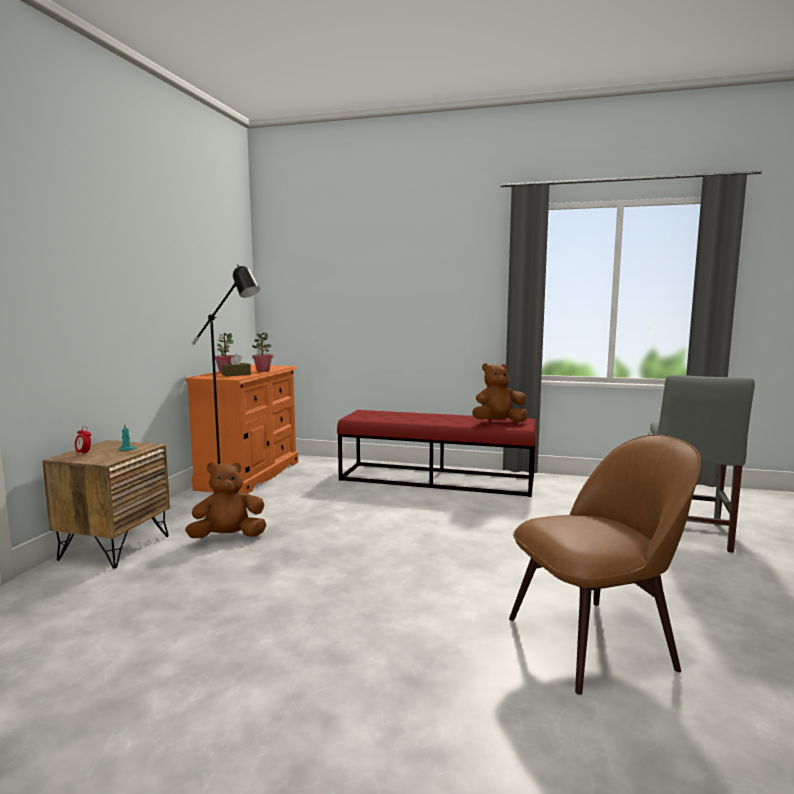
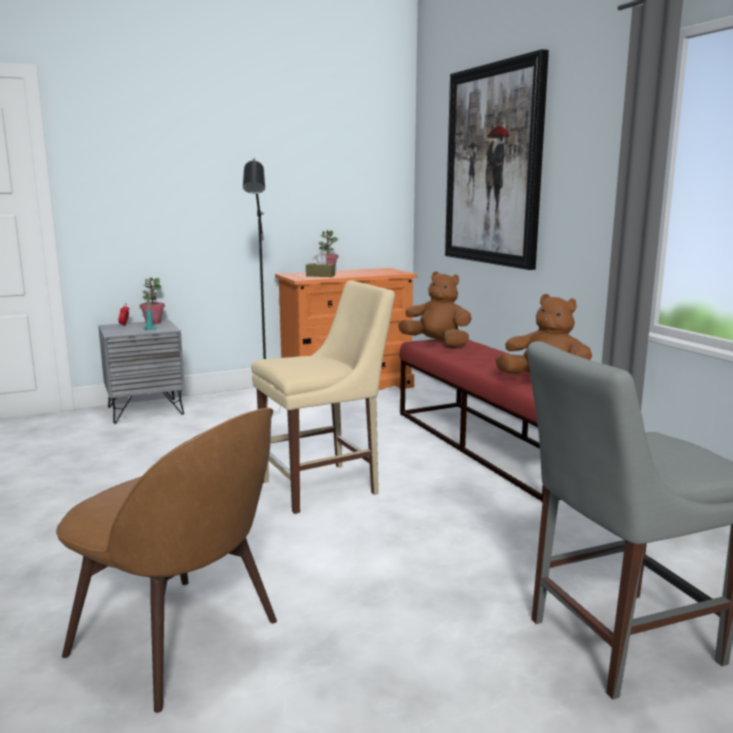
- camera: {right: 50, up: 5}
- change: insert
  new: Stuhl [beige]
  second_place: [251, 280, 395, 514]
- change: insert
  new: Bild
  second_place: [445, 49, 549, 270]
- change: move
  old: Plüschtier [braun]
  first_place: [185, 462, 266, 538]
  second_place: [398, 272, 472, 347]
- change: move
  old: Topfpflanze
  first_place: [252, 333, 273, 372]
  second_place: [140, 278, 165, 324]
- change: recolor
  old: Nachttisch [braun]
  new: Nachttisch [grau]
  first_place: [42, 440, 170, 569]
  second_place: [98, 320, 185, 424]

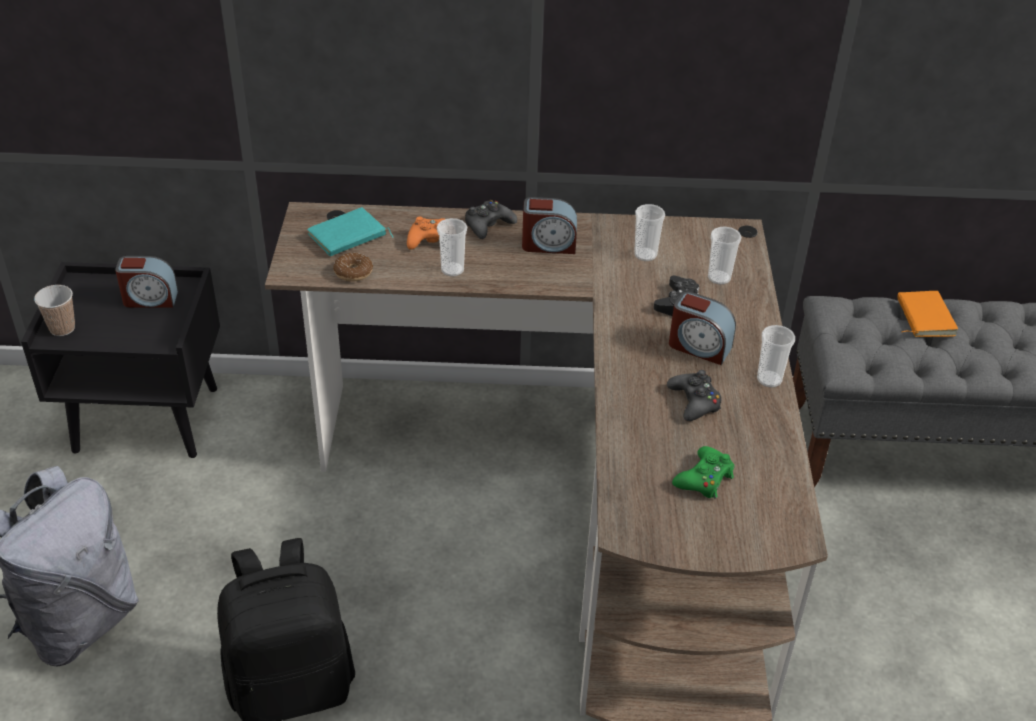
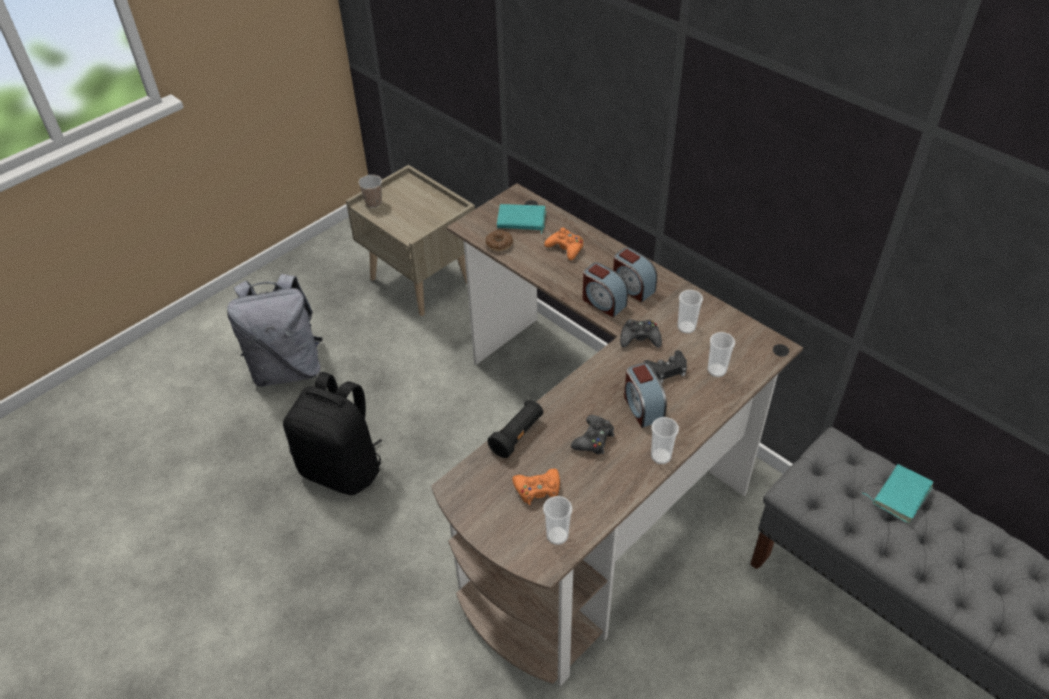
- camera: {right: 45, up: 5}
- change: insert
  new: Taschenlampe [schwarz]
  second_place: [488, 400, 543, 458]
- change: move
  old: Wecker
  first_place: [115, 256, 178, 308]
  second_place: [582, 262, 628, 318]
- change: move
  old: Tasse
  first_place: [437, 218, 467, 276]
  second_place: [543, 496, 572, 545]
- change: move
  old: Gamepad [schwarz]
  first_place: [465, 200, 517, 239]
  second_place: [620, 319, 662, 348]
- change: recolor
  old: Nachttisch [schwarz]
  new: Nachttisch [beige]
  first_place: [21, 262, 220, 458]
  second_place: [346, 165, 475, 316]
- change: recolor
  old: Gamepad [grün]
  new: Gamepad [orange]
  first_place: [672, 446, 734, 499]
  second_place: [512, 469, 560, 505]
- change: recolor
  old: Buch [orange]
  new: Buch [türkis]
  first_place: [897, 291, 958, 337]
  second_place: [862, 464, 933, 523]

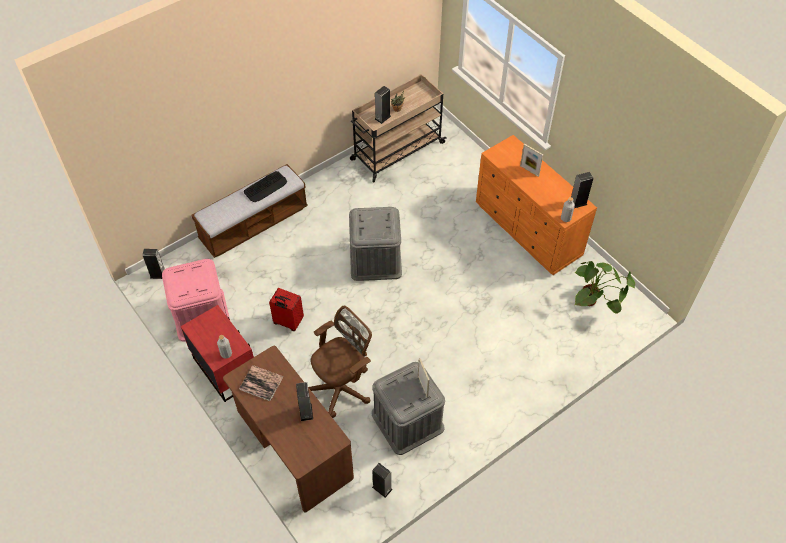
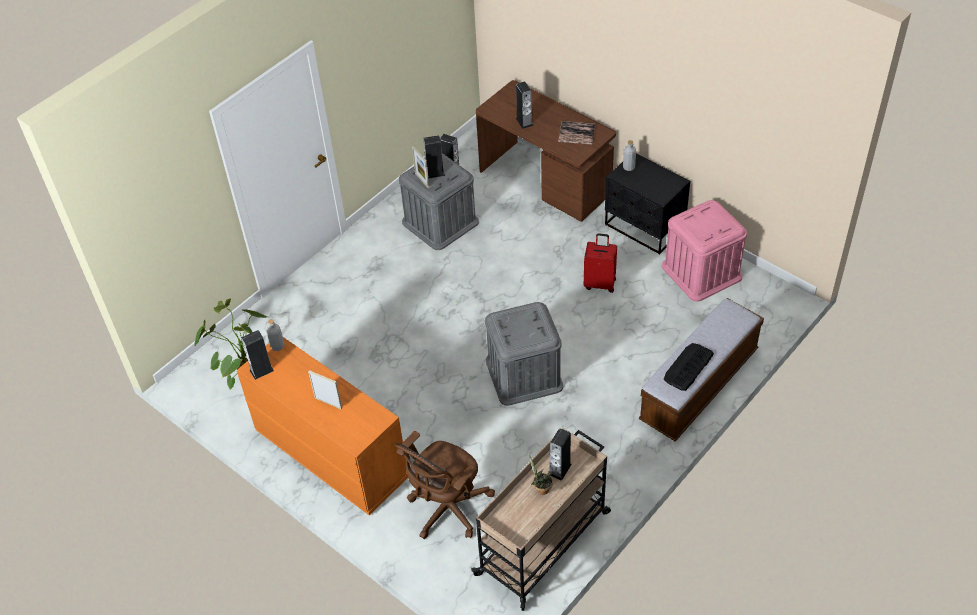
- camera: {right: 170, up: -5}
- change: move
  old: Lautsprecher
  first_place: [143, 249, 165, 279]
  second_place: [423, 135, 445, 179]
- change: move
  old: Bürostuhl [braun]
  first_place: [308, 306, 372, 418]
  second_place: [394, 431, 495, 539]
- change: recolor
  old: Nachttisch [rot]
  new: Nachttisch [schwarz]
  first_place: [180, 305, 254, 402]
  second_place: [605, 154, 690, 255]

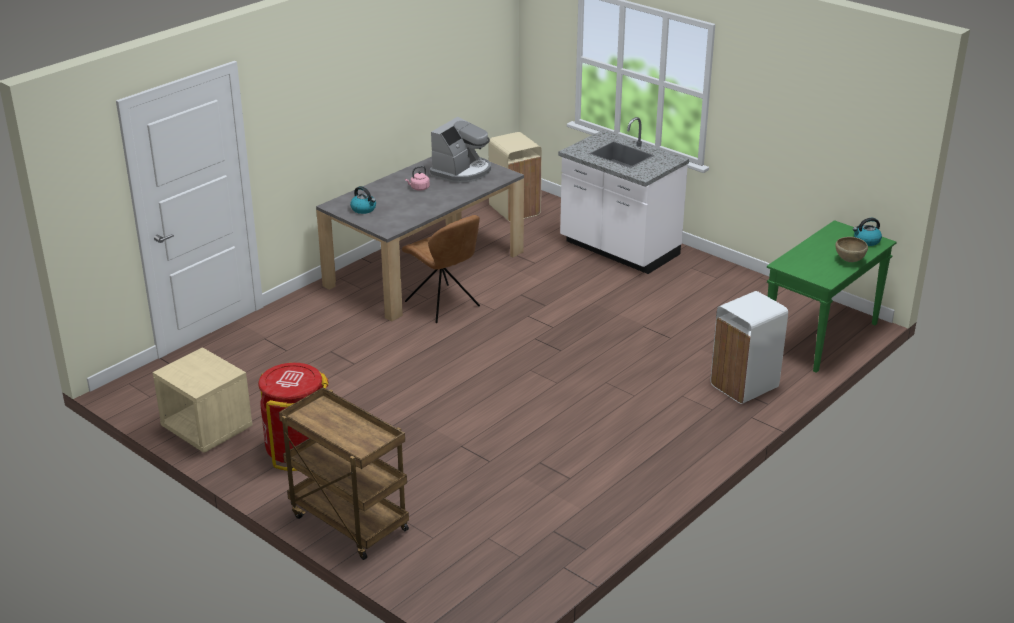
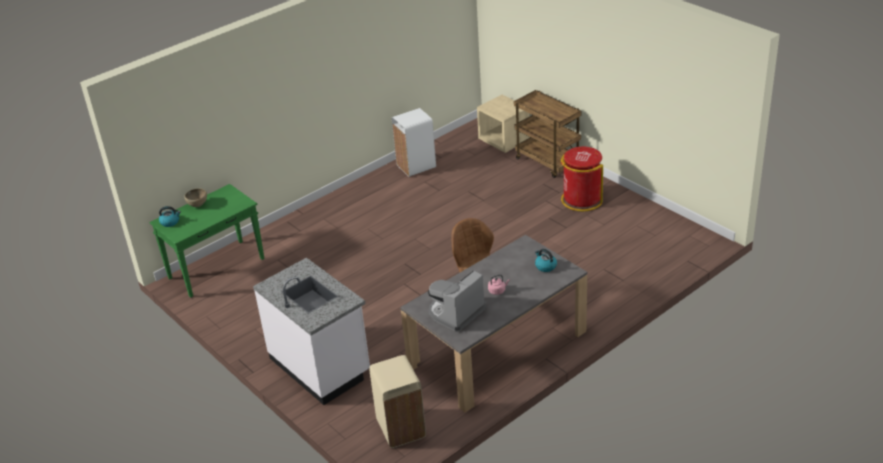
- camera: {right: -170, up: 5}
- change: move
  old: Nachttisch [beige]
  first_place: [153, 347, 253, 453]
  second_place: [477, 95, 530, 153]
- change: move
  old: Mülleimer [weiß]
  first_place: [710, 291, 788, 404]
  second_place: [392, 108, 436, 177]

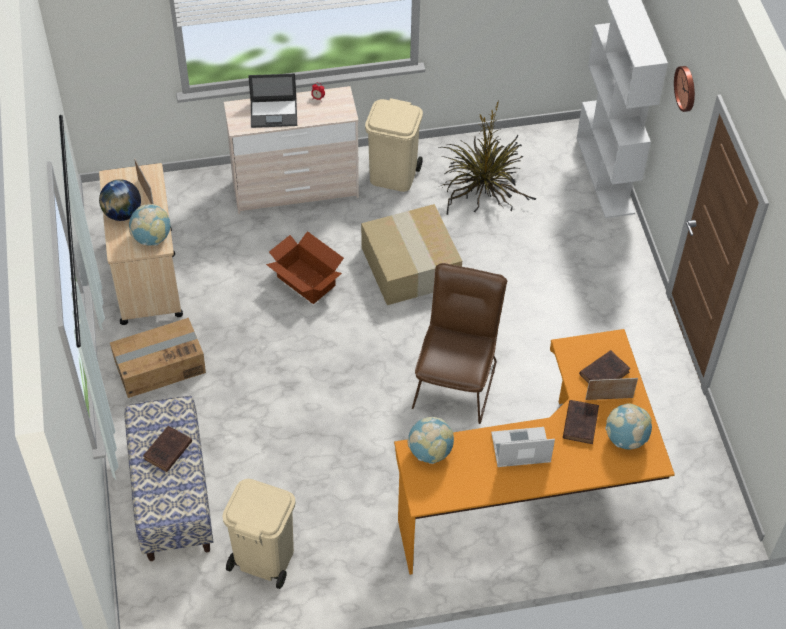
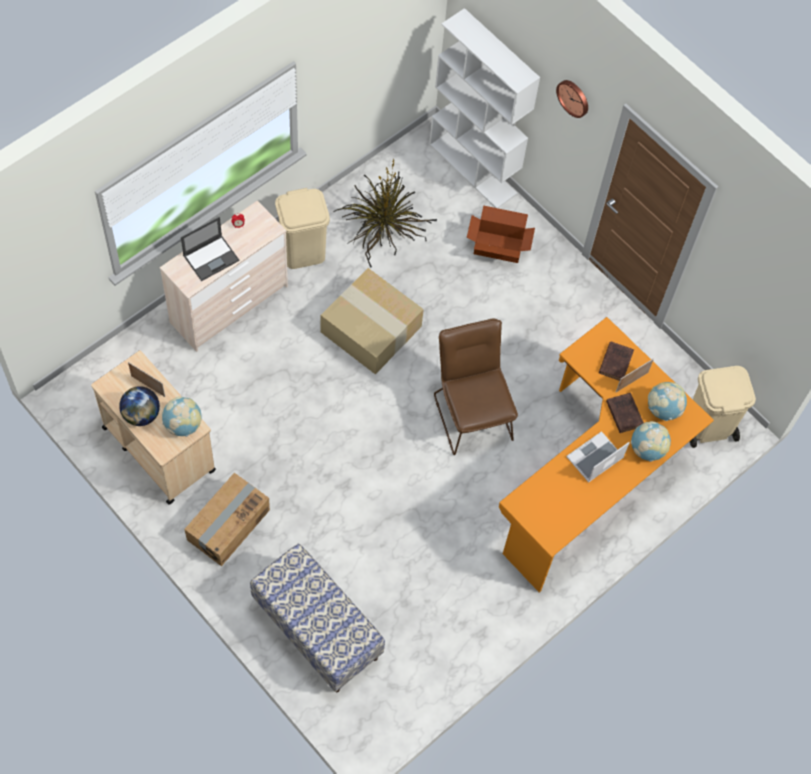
- camera: {right: -35, up: 10}
- change: delete
  old: Buch [braun]
  first_place: [143, 426, 192, 472]
- change: move
  old: Mülleimer [beige]
  first_place: [222, 479, 295, 589]
  second_place: [690, 366, 756, 448]
- change: move
  old: Karton
  first_place: [266, 231, 344, 304]
  second_place: [467, 205, 535, 263]
- change: move
  old: Globus
  first_place: [408, 417, 454, 464]
  second_place: [631, 421, 671, 462]

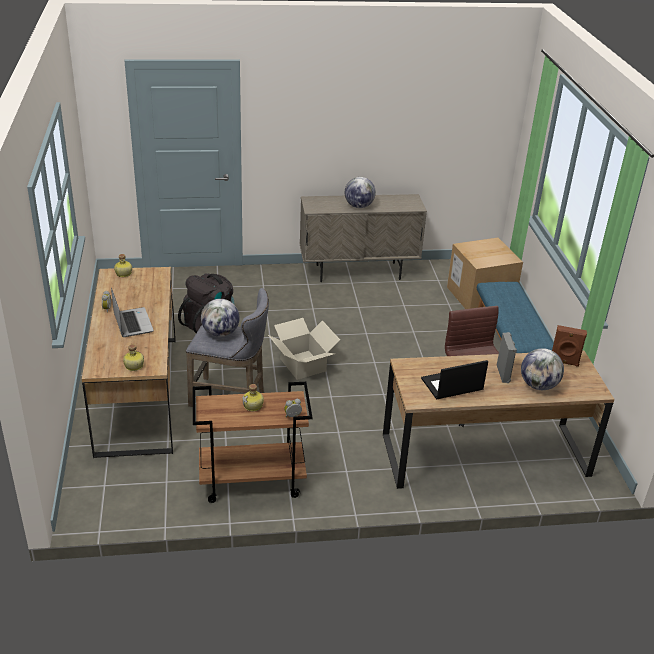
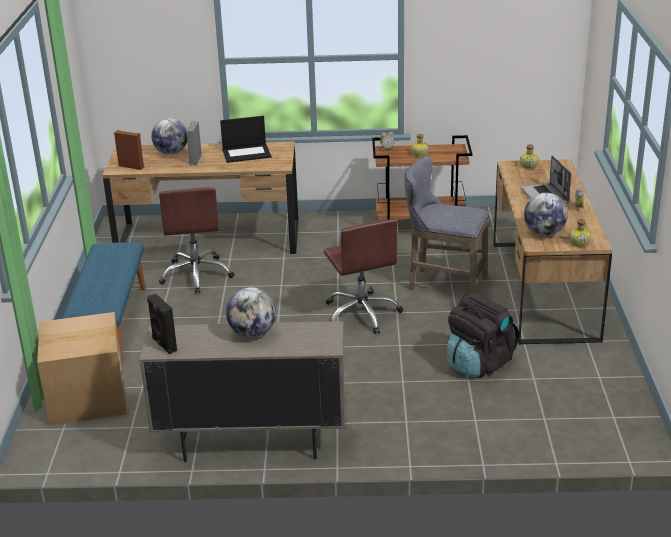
- camera: {right: -170, up: -5}
- change: insert
  new: Lautsprecher [schwarz]
  second_place: [147, 293, 177, 354]
- change: move
  old: Globus
  first_place: [201, 299, 240, 337]
  second_place: [524, 193, 568, 236]
- change: replace
  old: Karton
  new: Bürostuhl [braun]
  first_place: [268, 318, 340, 380]
  second_place: [324, 219, 403, 334]

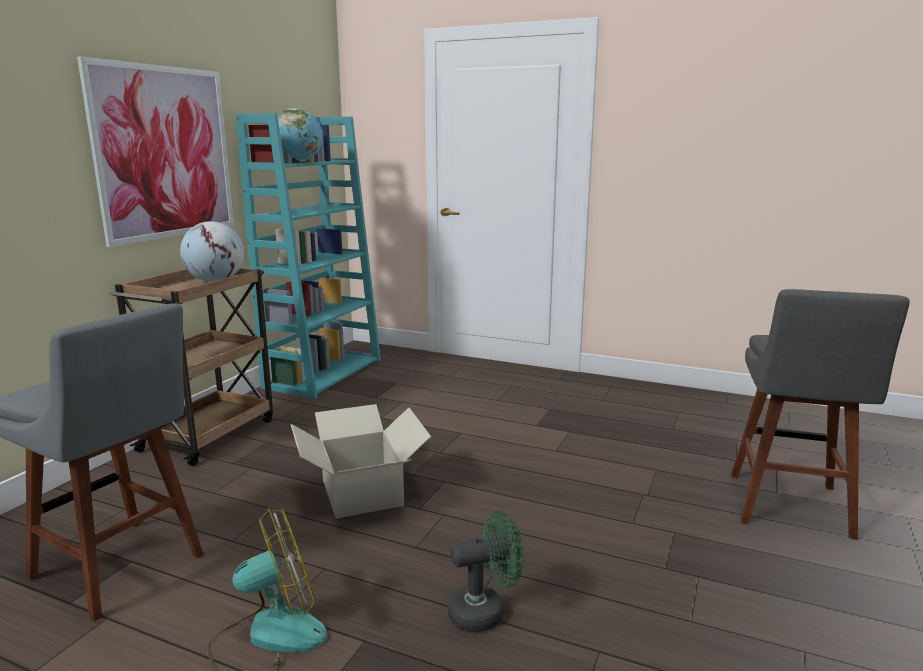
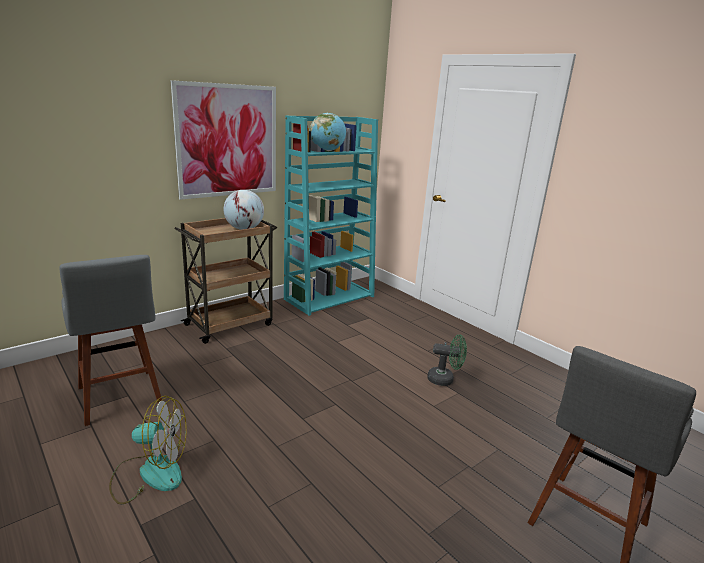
- camera: {right: 25, up: 5}
- change: delete
  old: Karton
  first_place: [290, 404, 431, 519]
- change: move
  old: Ventilator [grün]
  first_place: [448, 510, 524, 632]
  second_place: [427, 335, 467, 386]

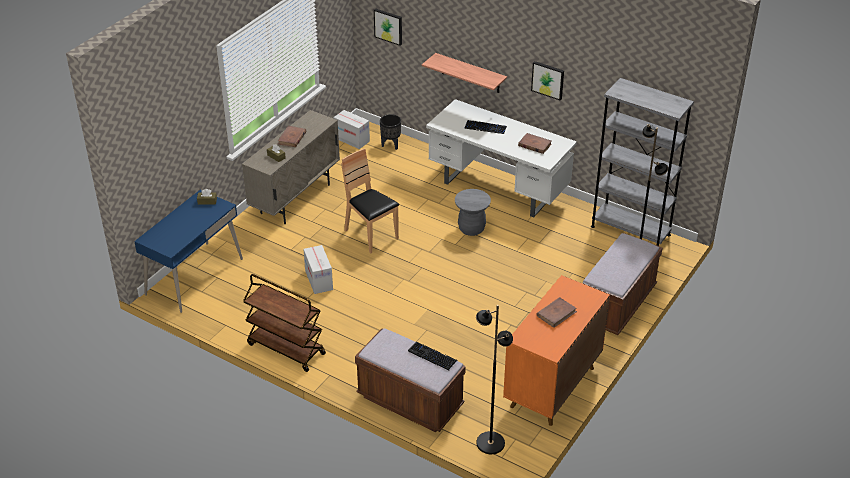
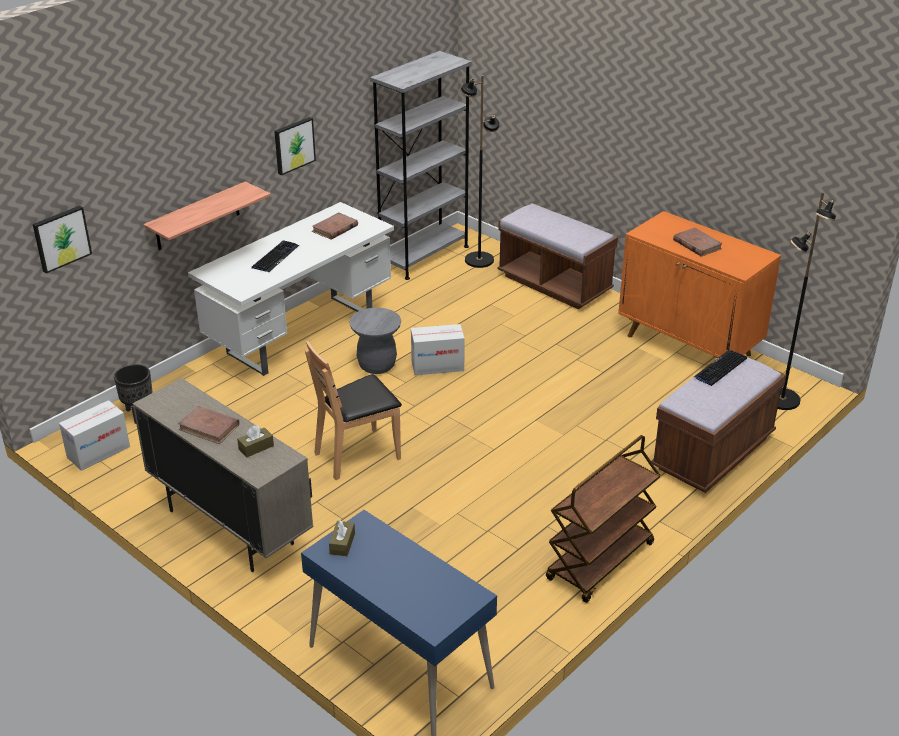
- camera: {right: -80, up: -5}
- change: move
  old: Karton
  first_place: [303, 245, 333, 294]
  second_place: [411, 324, 465, 375]

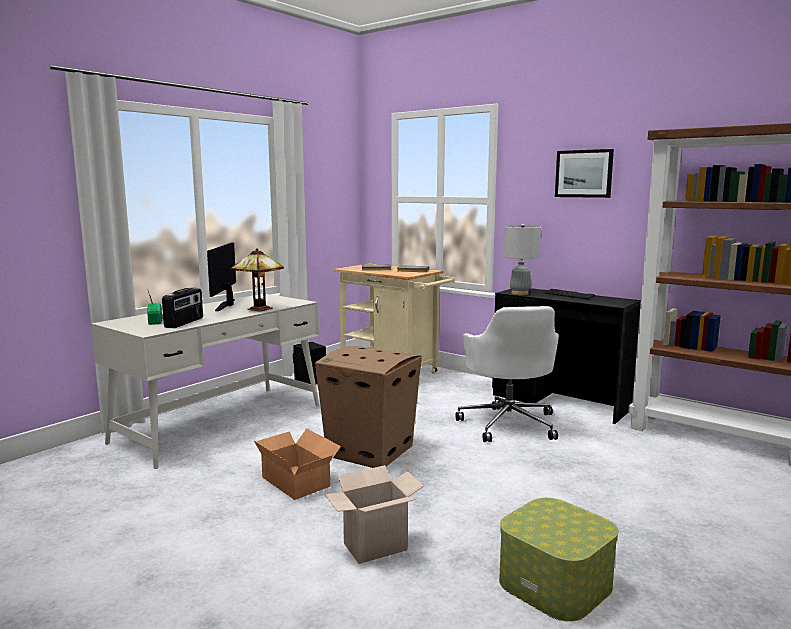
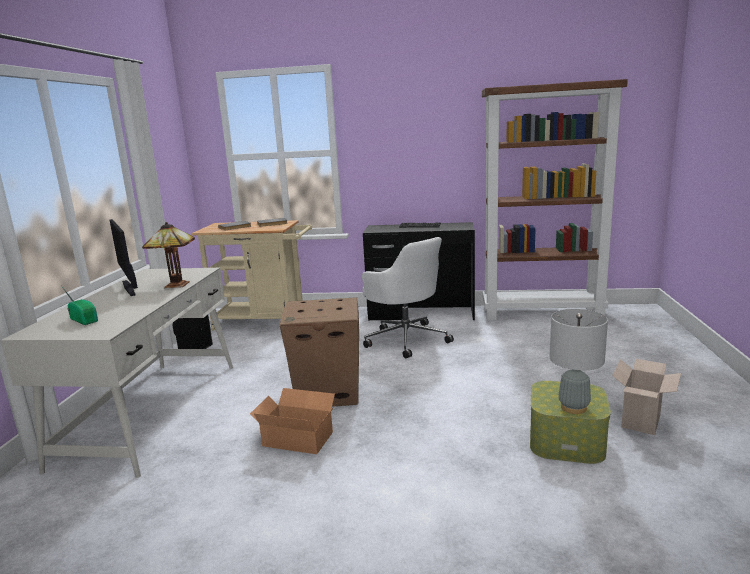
- camera: {right: -30, up: 5}
- change: delete
  old: Radio
  first_place: [162, 288, 203, 328]
- change: delete
  old: Bild
  first_place: [555, 149, 614, 198]
- change: move
  old: Karton
  first_place: [324, 465, 424, 564]
  second_place: [612, 359, 681, 435]
- change: move
  old: Tischlampe [grau]
  first_place: [504, 224, 541, 295]
  second_place: [550, 309, 608, 414]

